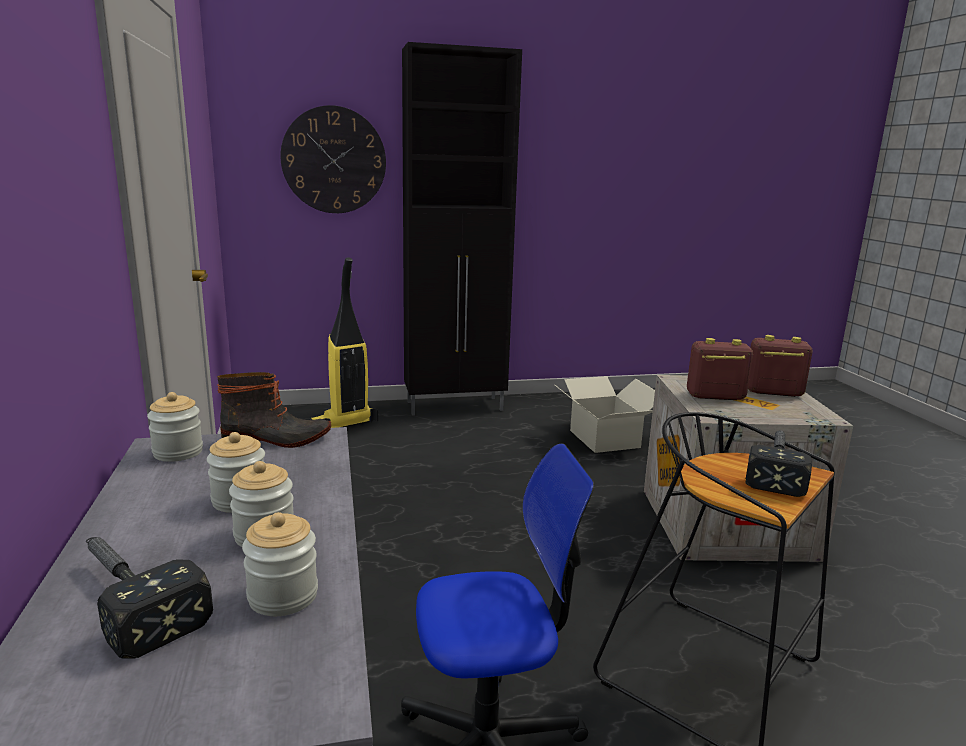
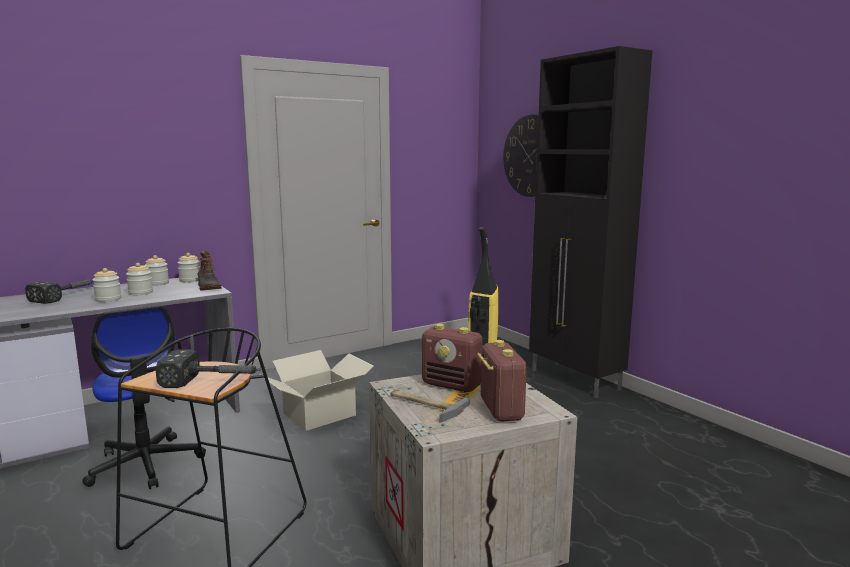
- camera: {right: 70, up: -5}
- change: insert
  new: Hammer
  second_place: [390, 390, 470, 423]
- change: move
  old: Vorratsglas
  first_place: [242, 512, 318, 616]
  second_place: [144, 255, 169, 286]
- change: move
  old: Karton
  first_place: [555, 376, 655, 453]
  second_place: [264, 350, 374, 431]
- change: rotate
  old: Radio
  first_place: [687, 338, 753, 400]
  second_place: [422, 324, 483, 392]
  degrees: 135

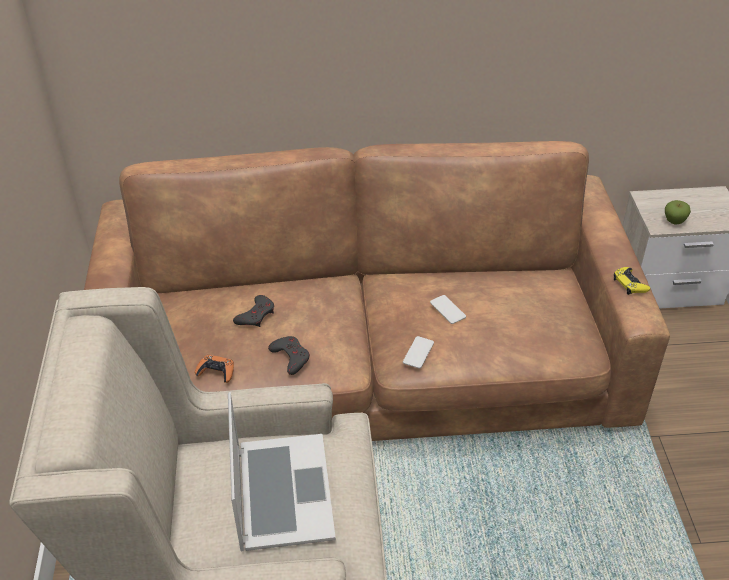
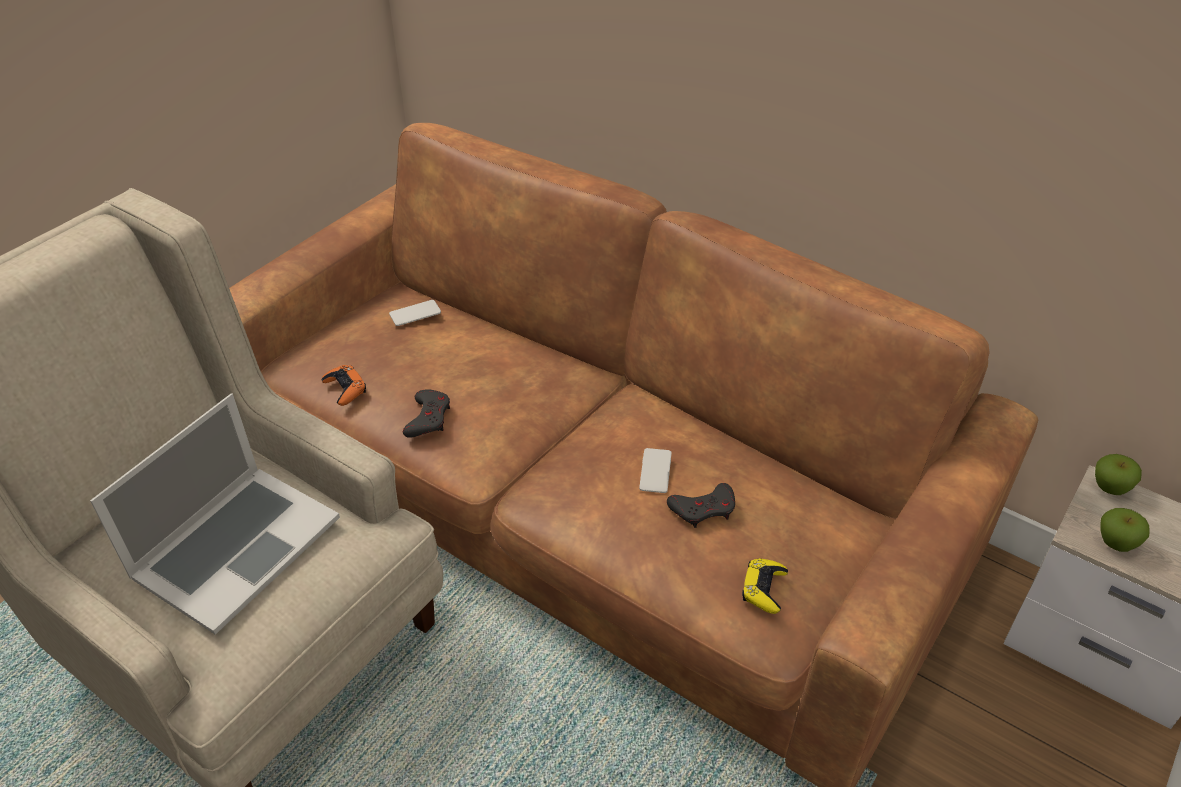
- camera: {right: 40, up: 0}
- change: insert
  new: Apfel
  second_place: [1095, 454, 1142, 495]
- change: move
  old: Gamepad [grau]
  first_place: [233, 295, 274, 327]
  second_place: [667, 483, 735, 528]
- change: move
  old: Handy
  first_place: [403, 336, 434, 368]
  second_place: [389, 300, 441, 326]
- change: move
  old: Gamepad [gelb]
  first_place: [614, 267, 650, 295]
  second_place: [742, 558, 788, 614]

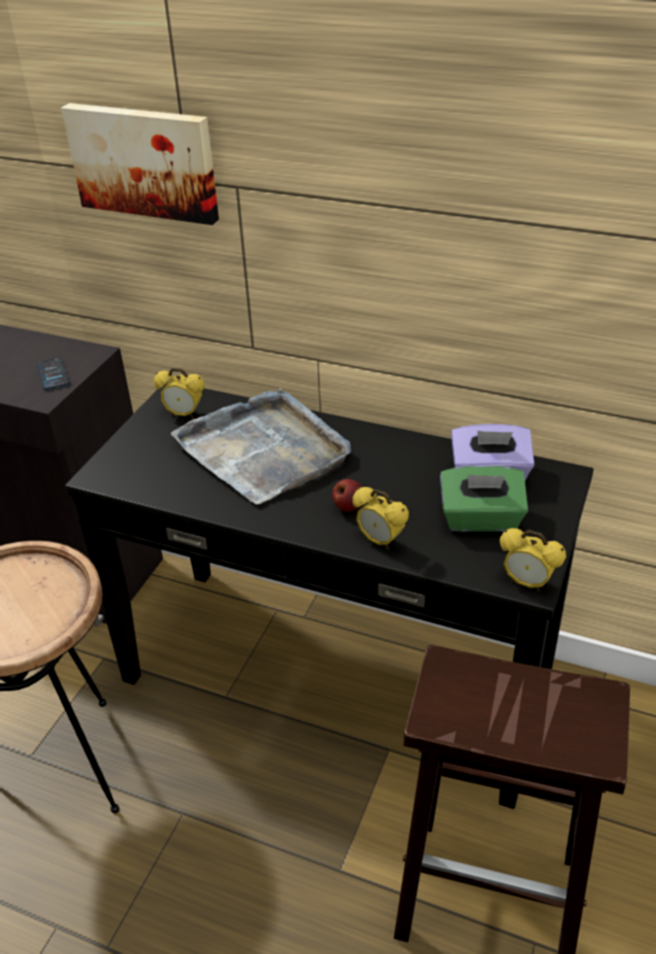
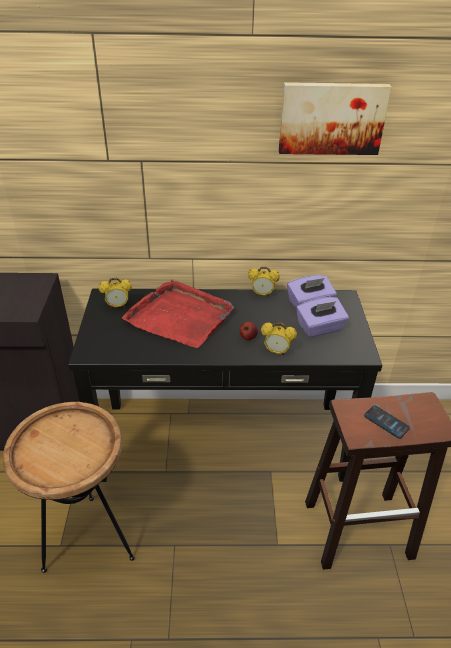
- camera: {right: -25, up: 0}
- change: move
  old: Handy
  first_place: [35, 357, 70, 390]
  second_place: [364, 405, 410, 439]
- change: move
  old: Bild
  first_place: [61, 103, 219, 225]
  second_place: [279, 82, 392, 155]
- change: move
  old: Wecker
  first_place: [500, 528, 566, 592]
  second_place: [248, 267, 280, 297]
- change: recolor
  old: Tablett [grau]
  new: Tablett [rot]
  first_place: [171, 388, 351, 505]
  second_place: [122, 280, 234, 348]
- change: recolor
  old: Taschentuchbox [grün]
  new: Taschentuchbox [lila]
  first_place: [440, 465, 528, 532]
  second_place: [296, 297, 349, 338]

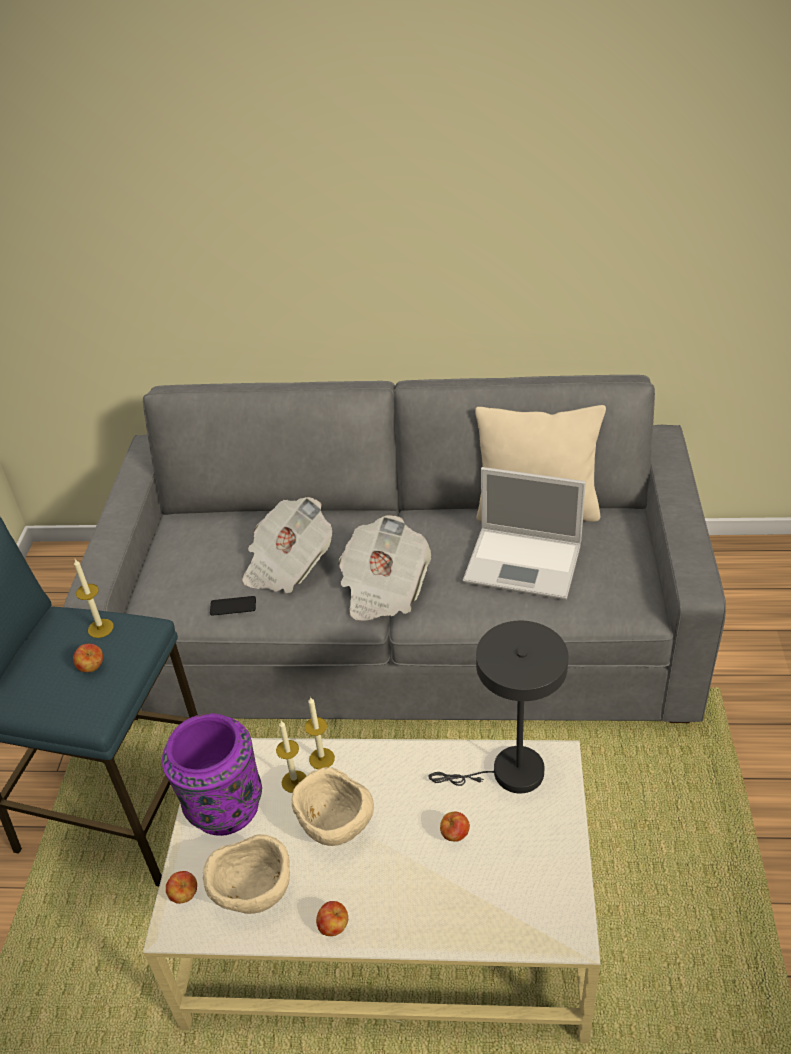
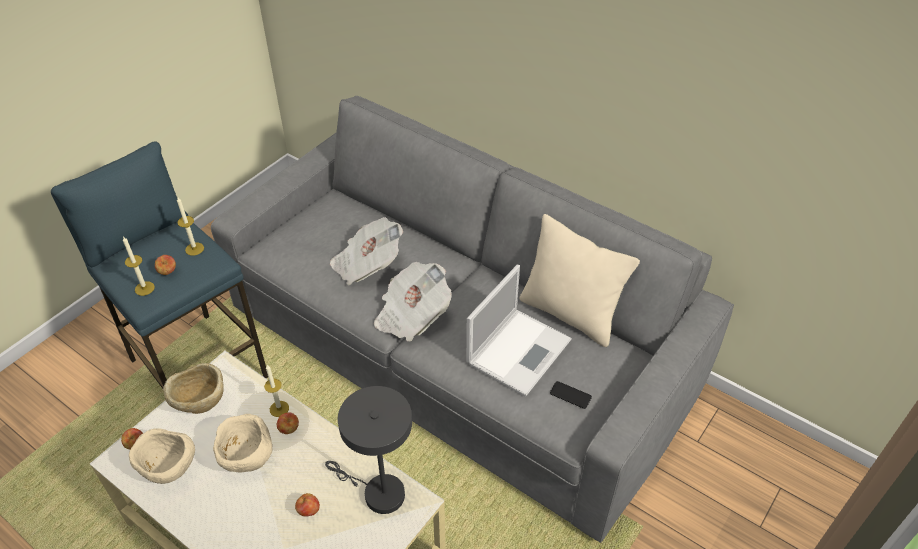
- camera: {right: 30, up: 5}
- change: move
  old: Handy
  first_place: [210, 596, 256, 616]
  second_place: [550, 381, 592, 409]
- change: move
  old: Kerze
  first_place: [276, 721, 306, 793]
  second_place: [123, 236, 155, 296]
- change: move
  old: Apfel
  first_place: [316, 901, 348, 936]
  second_place: [277, 412, 299, 434]
- change: replace
  old: Vase [lila]
  new: Schüssel [beige]
  first_place: [162, 713, 262, 836]
  second_place: [163, 363, 224, 414]
- change: rotate
  old: Laptop
  first_place: [463, 467, 586, 600]
  second_place: [466, 265, 572, 397]
  degrees: -105

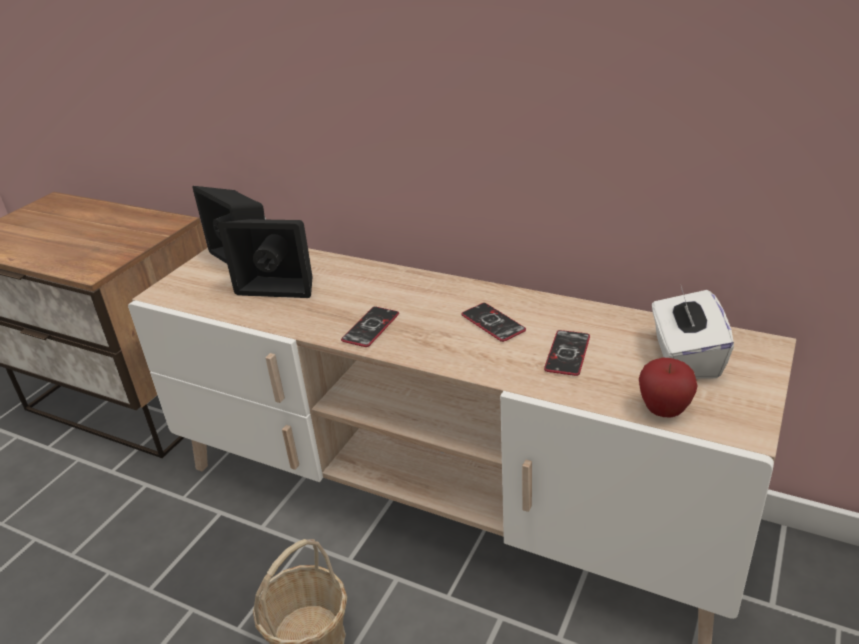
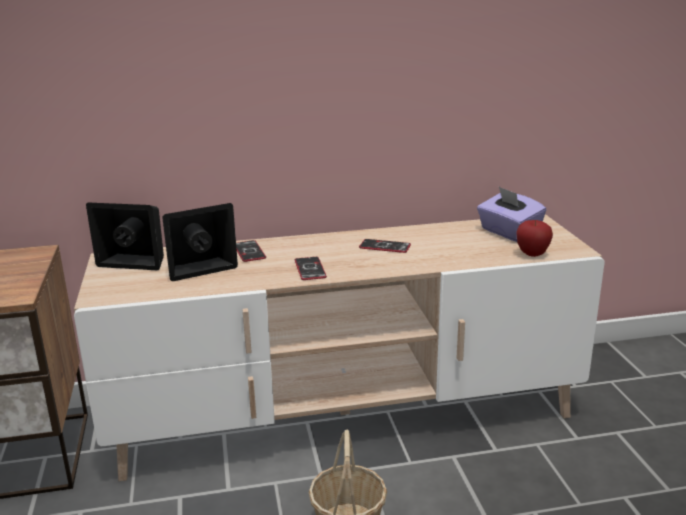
- camera: {right: -40, up: -10}
- change: move
  old: Handy
  first_place: [544, 330, 590, 376]
  second_place: [236, 240, 266, 262]
- change: recolor
  old: Taschentuchbox [weiß]
  new: Taschentuchbox [lila]
  first_place: [652, 286, 734, 379]
  second_place: [477, 187, 546, 242]

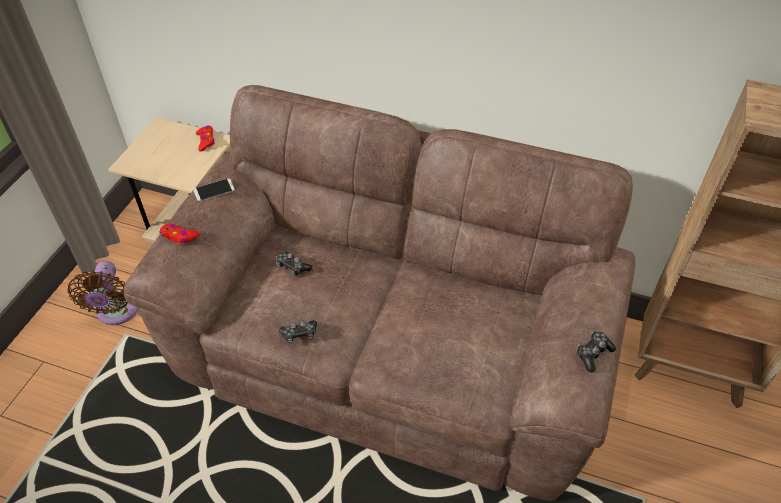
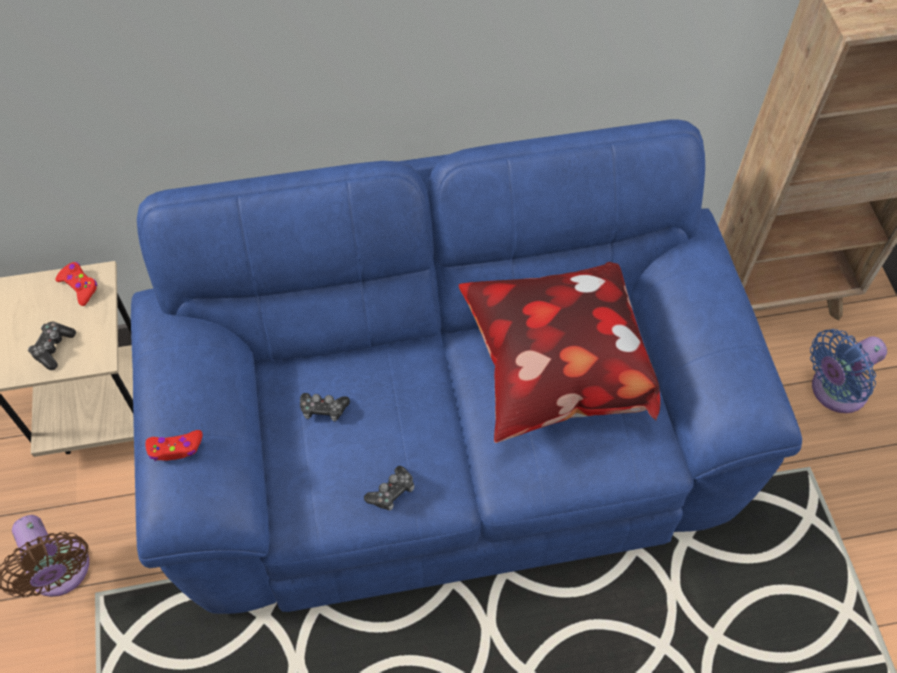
- camera: {right: -30, up: 10}
- change: delete
  old: Handy
  first_place: [194, 178, 235, 201]
- change: insert
  new: Kissen
  second_place: [459, 262, 660, 443]
- change: insert
  new: Ventilator [blau]
  second_place: [810, 329, 887, 413]
- change: move
  old: Gamepad
  first_place: [577, 331, 616, 372]
  second_place: [28, 322, 76, 370]
- change: recolor
  old: Sofa [braun]
  new: Sofa [blau]
  first_place: [124, 85, 635, 501]
  second_place: [131, 119, 802, 614]

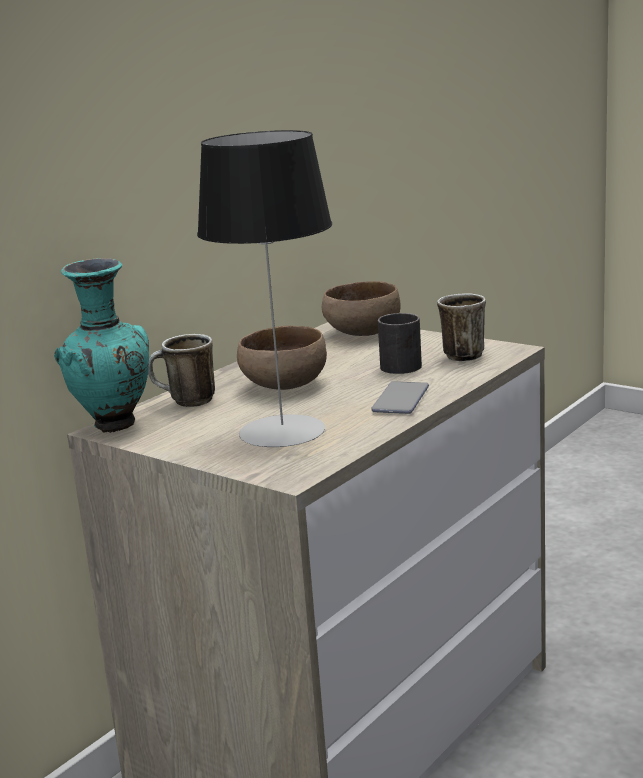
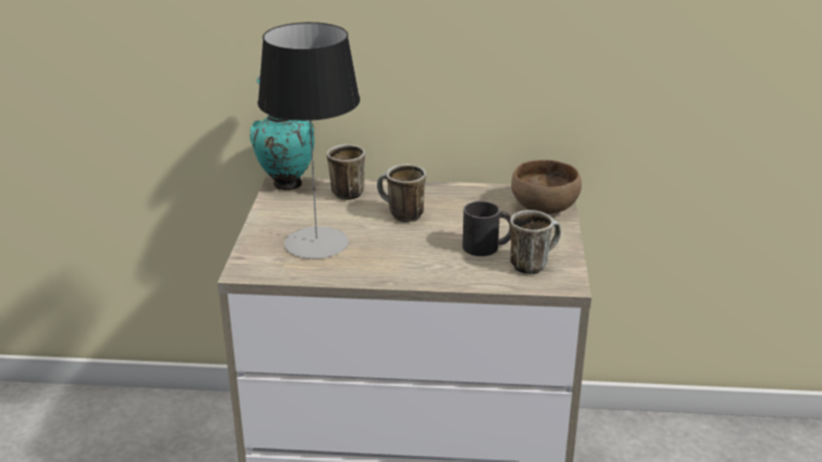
- camera: {right: 55, up: 10}
- change: delete
  old: Handy
  first_place: [371, 381, 429, 414]
- change: replace
  old: Schüssel [braun]
  new: Henkelbecher
  first_place: [237, 326, 327, 390]
  second_place: [377, 164, 426, 222]

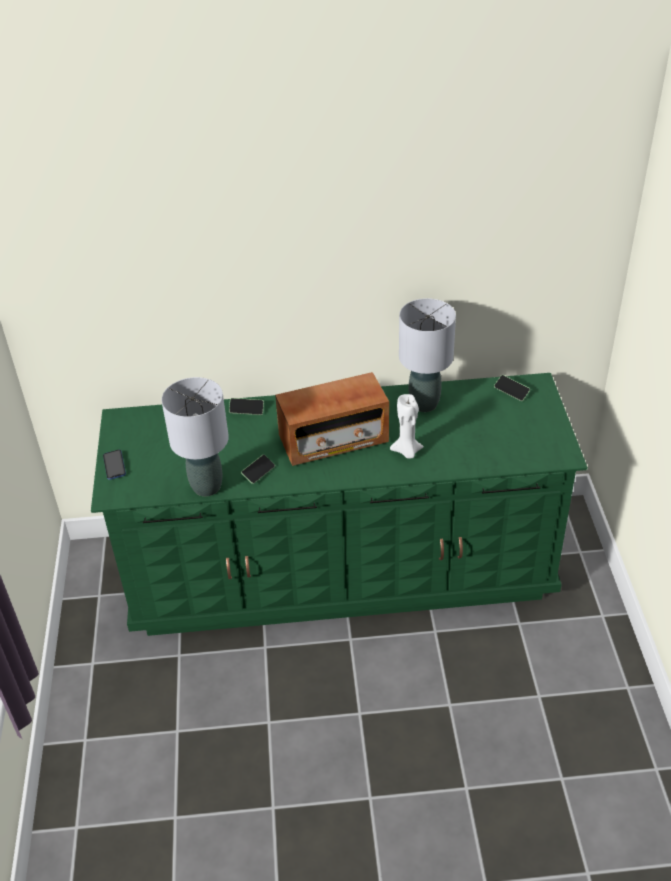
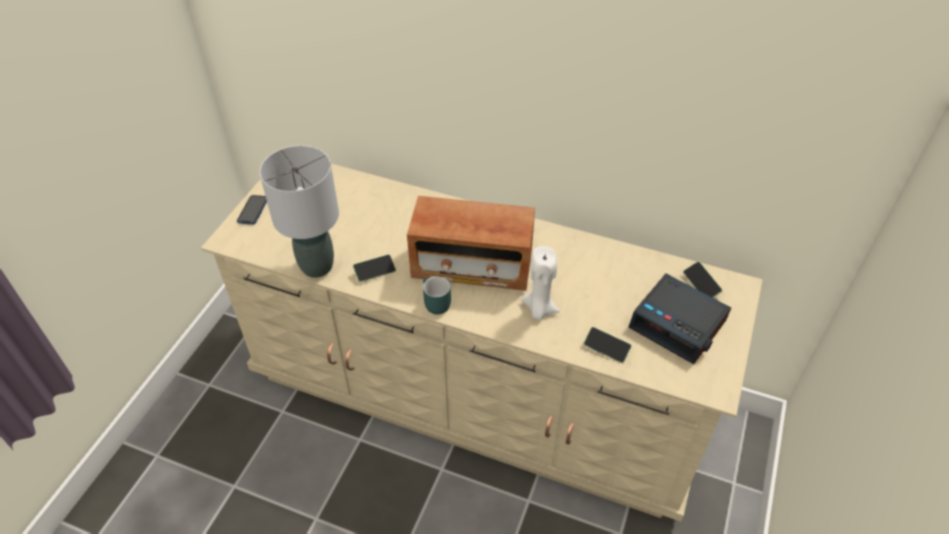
- camera: {right: 25, up: 5}
- change: delete
  old: Tischlampe [grau]
  first_place: [399, 298, 456, 412]
- change: insert
  new: Henkelbecher [türkis]
  second_place: [423, 276, 451, 315]
- change: insert
  new: Wecker
  second_place: [629, 274, 731, 364]
- change: move
  old: Handy
  first_place: [229, 398, 264, 415]
  second_place: [583, 327, 632, 363]
- change: recolor
  old: Kommode [grün]
  new: Kommode [beige]
  first_place: [91, 373, 588, 636]
  second_place: [201, 164, 762, 522]

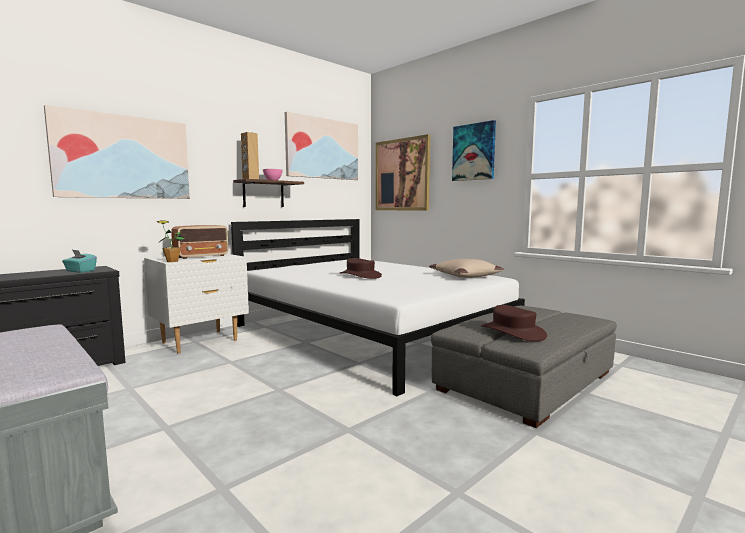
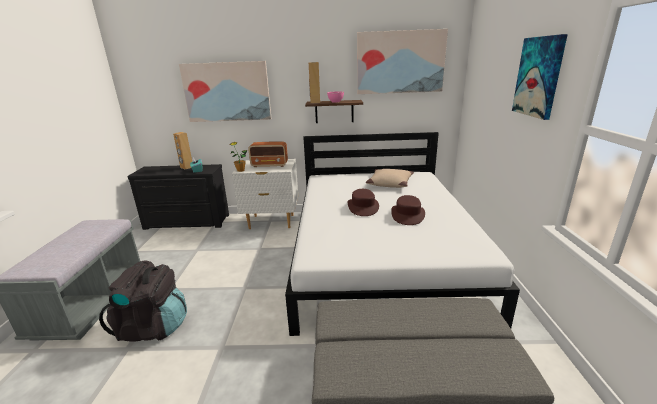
- camera: {right: 45, up: 15}
- change: delete
  old: Bild
  first_place: [375, 134, 430, 211]
- change: insert
  new: Rucksack [schwarz]
  second_place: [99, 260, 187, 342]
- change: insert
  new: Lautsprecher [braun]
  second_place: [173, 132, 192, 170]
- change: move
  old: Kissen [beige]
  first_place: [429, 259, 504, 278]
  second_place: [366, 169, 414, 188]
- change: move
  old: Hut [braun]
  first_place: [481, 305, 547, 341]
  second_place: [391, 195, 425, 225]

